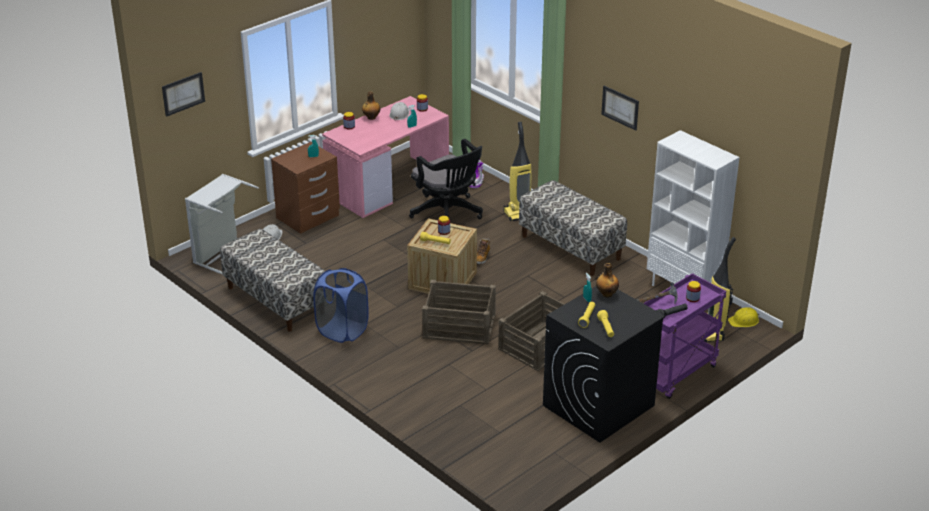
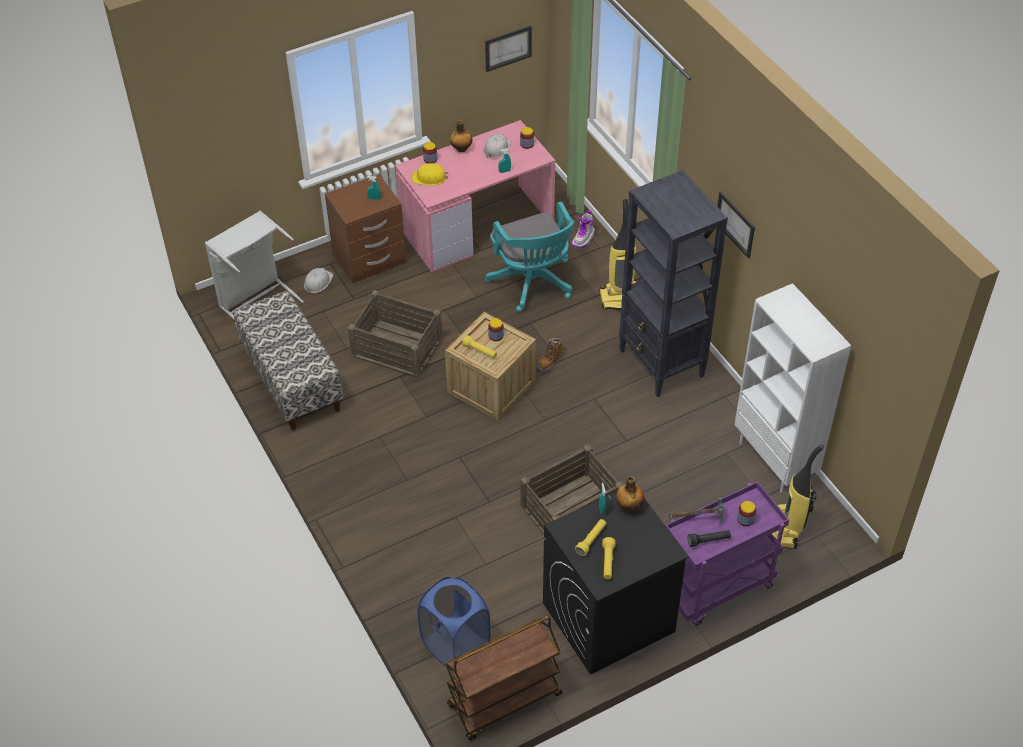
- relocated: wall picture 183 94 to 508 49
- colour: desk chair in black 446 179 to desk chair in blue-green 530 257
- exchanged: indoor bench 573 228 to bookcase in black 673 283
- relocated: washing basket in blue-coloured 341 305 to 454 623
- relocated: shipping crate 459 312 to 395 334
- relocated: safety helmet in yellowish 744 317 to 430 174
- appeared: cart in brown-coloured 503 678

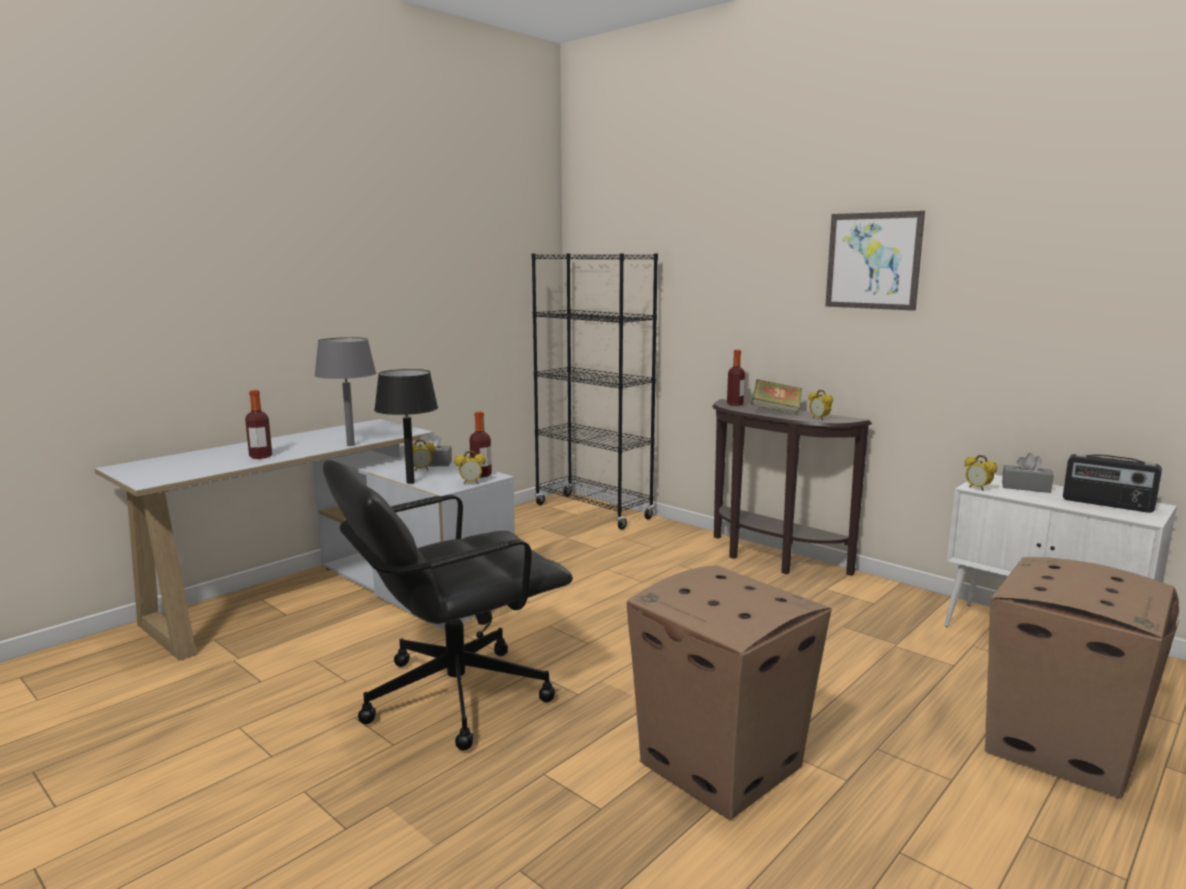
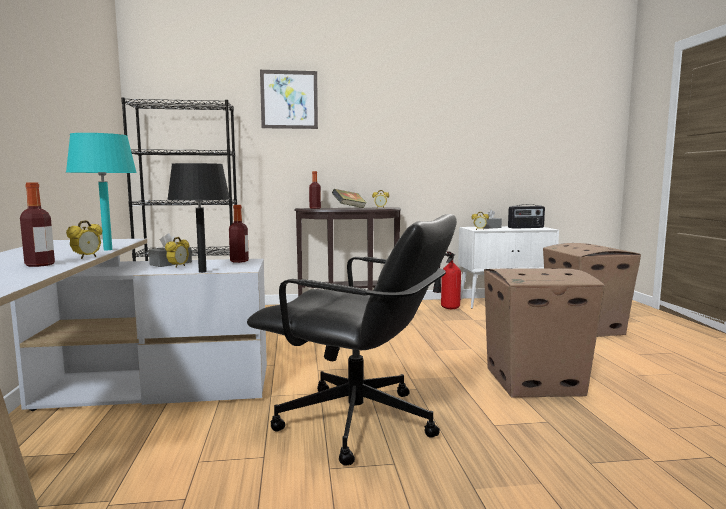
- relocated: wall picture 875 261 to 289 99
- colour: lamp for a table in greyish 345 391 to lamp for a table in blue-green 101 191
- relocated: bedside clock 470 467 to 84 239
- spun: desk chair in black 448 605 = 352 340 75 degrees counterclockwise
- appeared: fire extinguisher 447 280

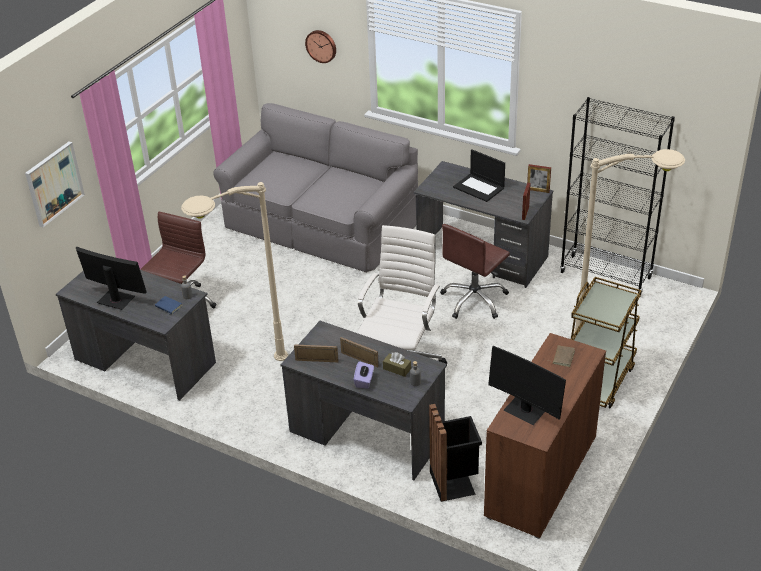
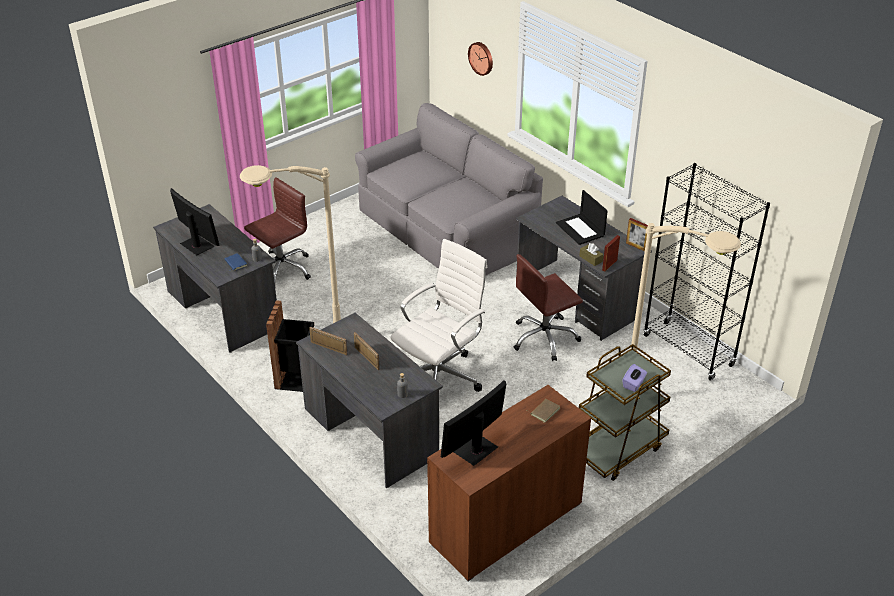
- missing: wall picture 55 184
- spun: computer screen 527 385 = 473 423 75 degrees clockwise
- relocated: tissue box in brown-coloured 397 364 to 591 254
- relocated: tissue box in purple 364 375 to 634 378
- relocated: trash can in black 455 453 to 290 346

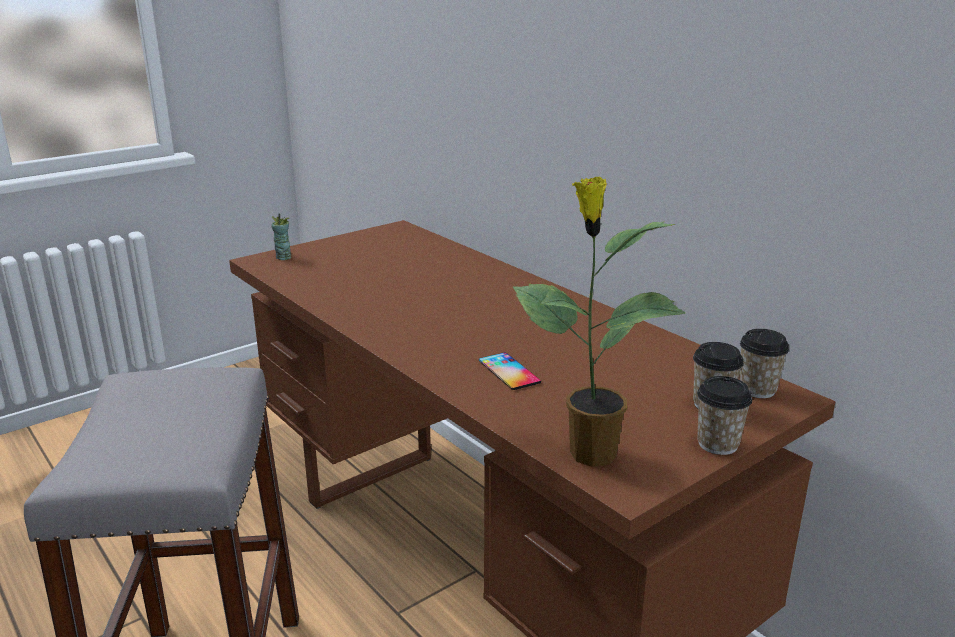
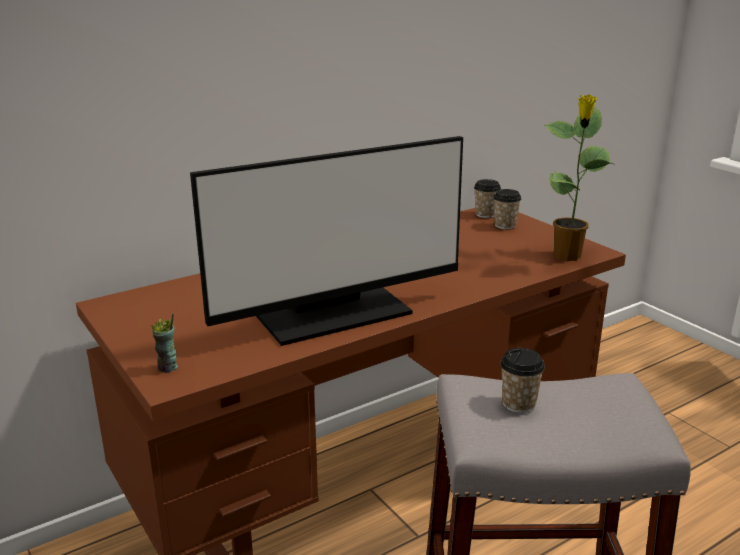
- missing: telephone 510 371
- relocated: cup 724 415 to 522 380
- appeared: computer screen 326 241

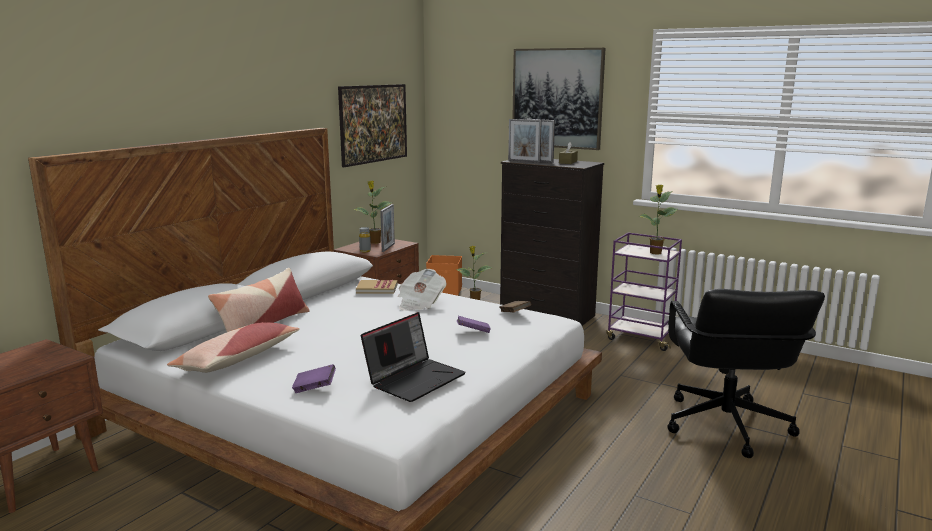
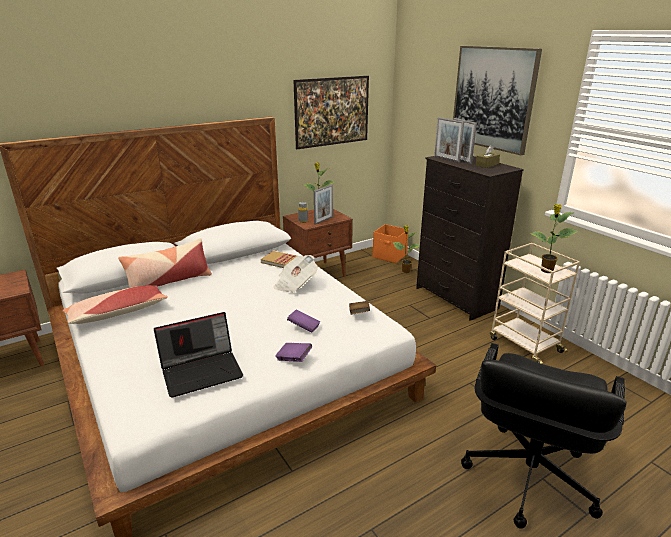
- colour: cart in purple 644 291 to cart in sand-coloured 535 303
- relocated: volume in purple 314 378 to 293 352

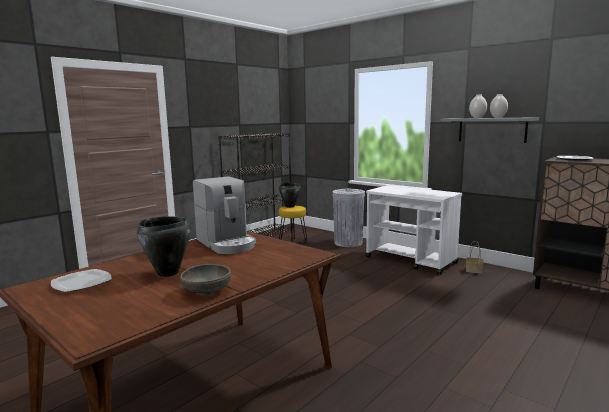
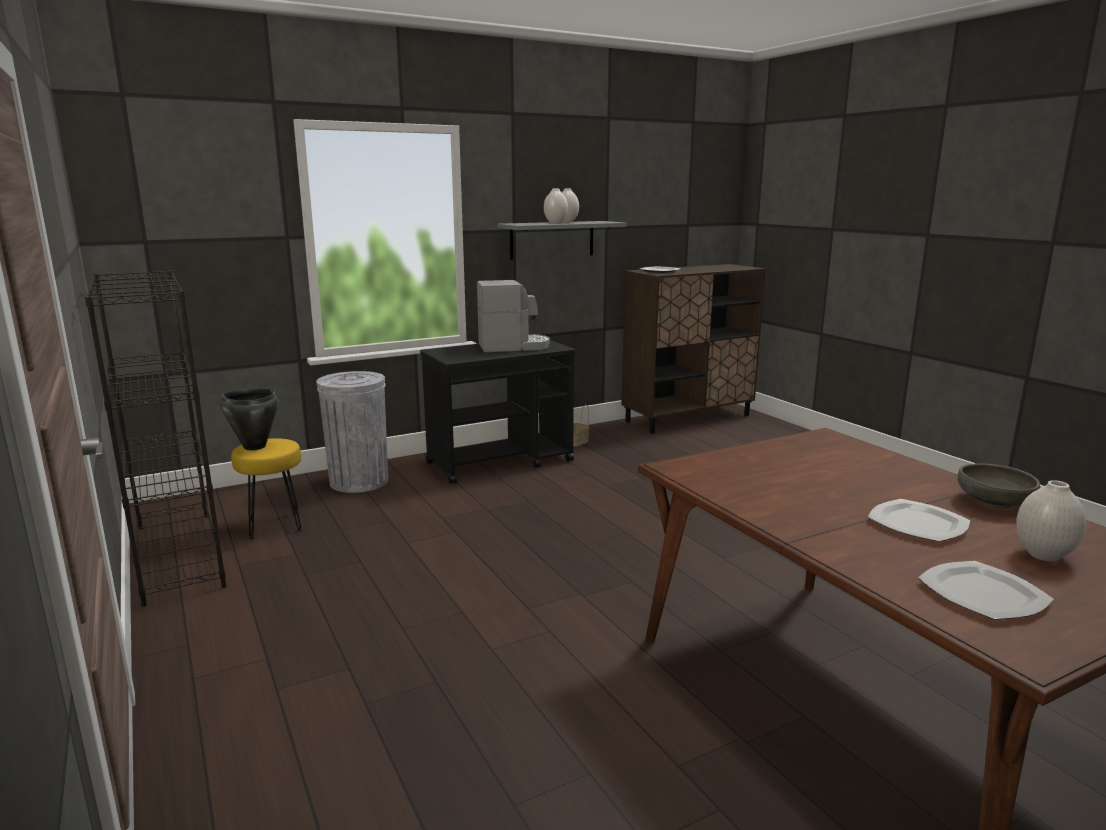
- relocated: coffee maker 224 215 to 513 316
- colour: cart in whitish 414 230 to cart in black 498 412
- exchanged: saucepot in black 164 246 to dinner plate 919 520
- appeared: decorative vase in whitish 1051 520

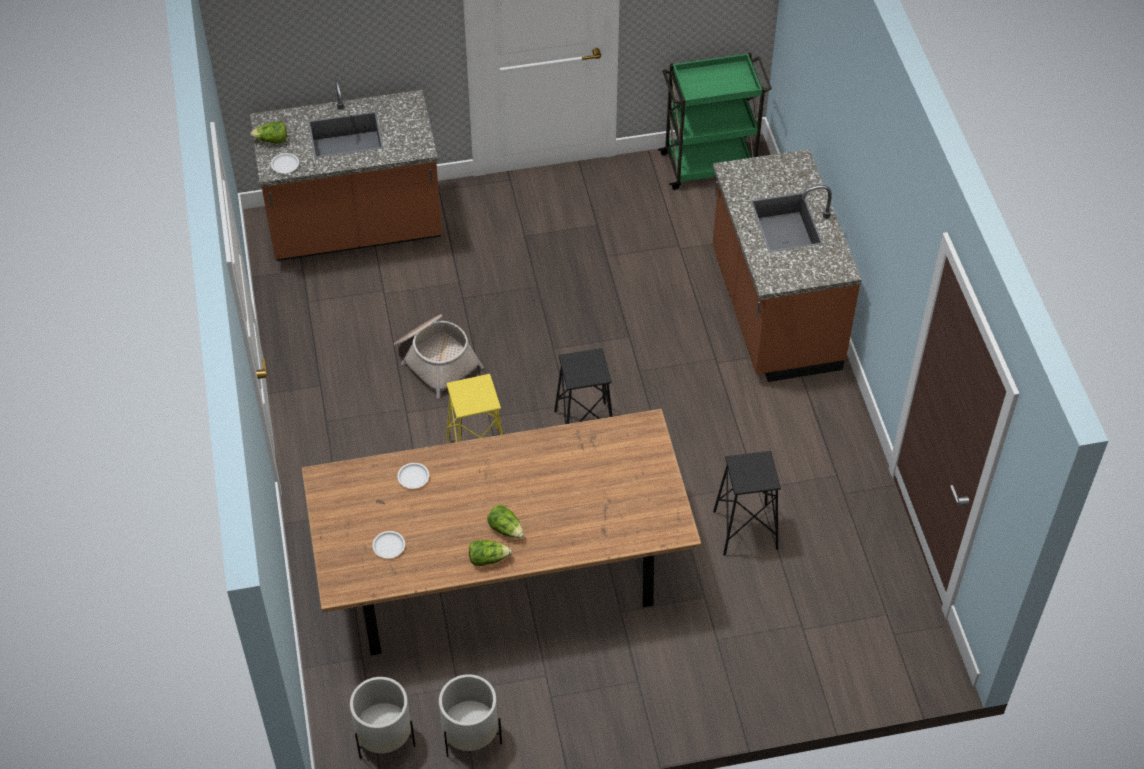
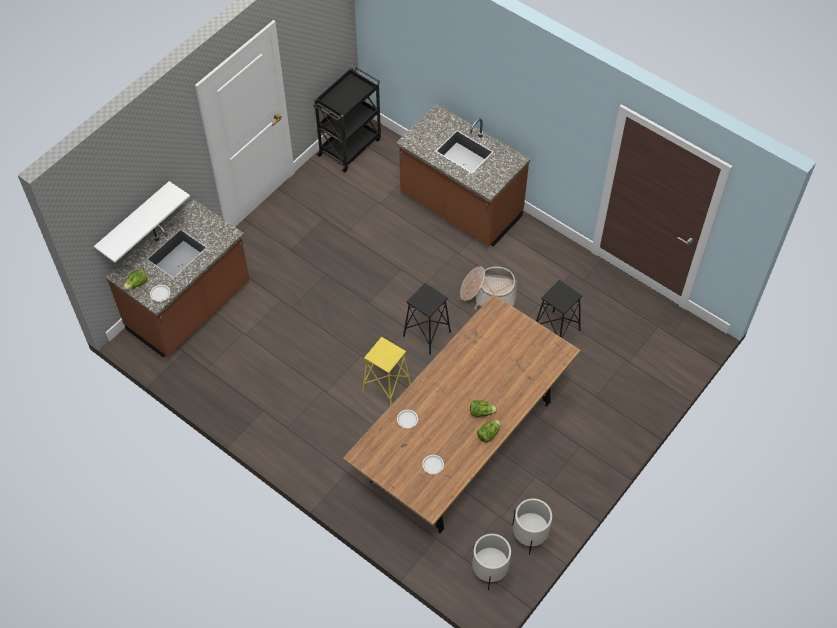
- colour: cart in greenish 715 121 to cart in black 347 119
- relocated: storage basket 438 356 to 489 287
- appeared: bracket shelf in whitish 142 222

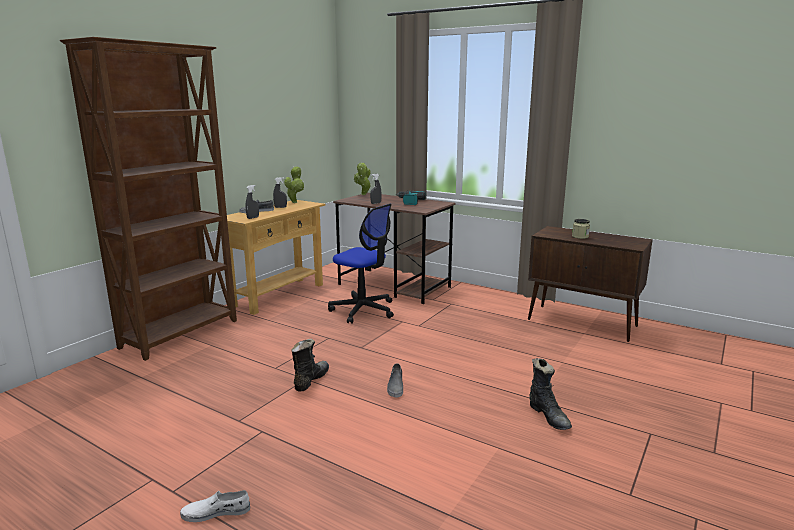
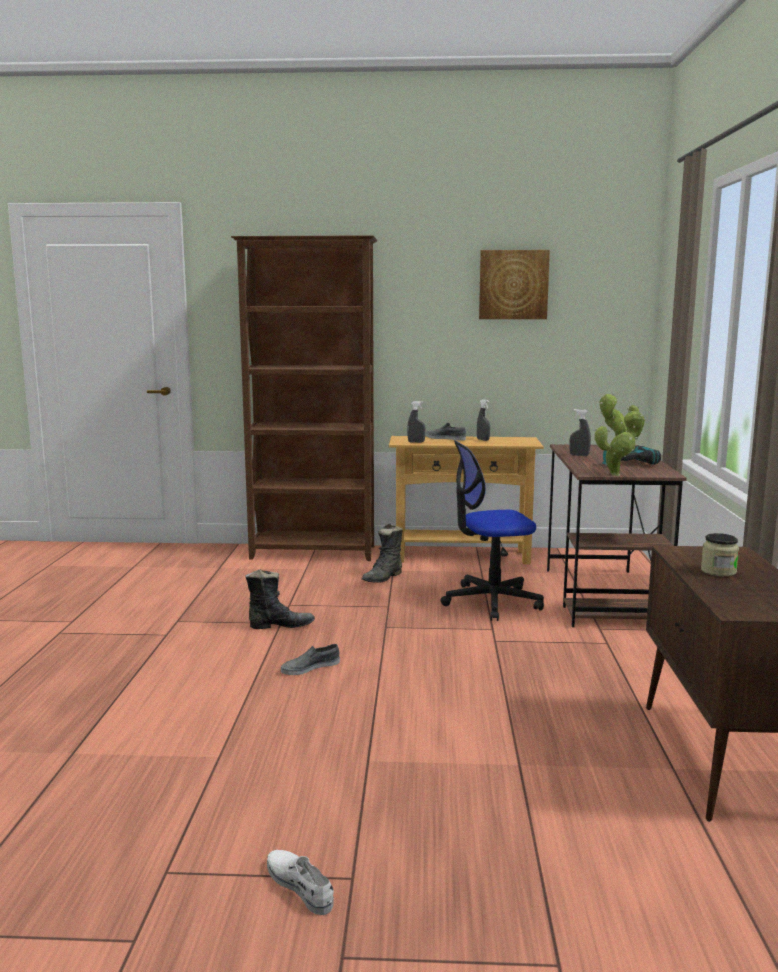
- relocated: houseplant 294 184 to 620 443
- spun: desk chair 361 264 = 492 531 75 degrees clockwise
- relocated: high-top boot in black 550 394 to 382 553
- relocated: shoe in whitish 215 506 to 300 882
- appeared: wall picture 514 284

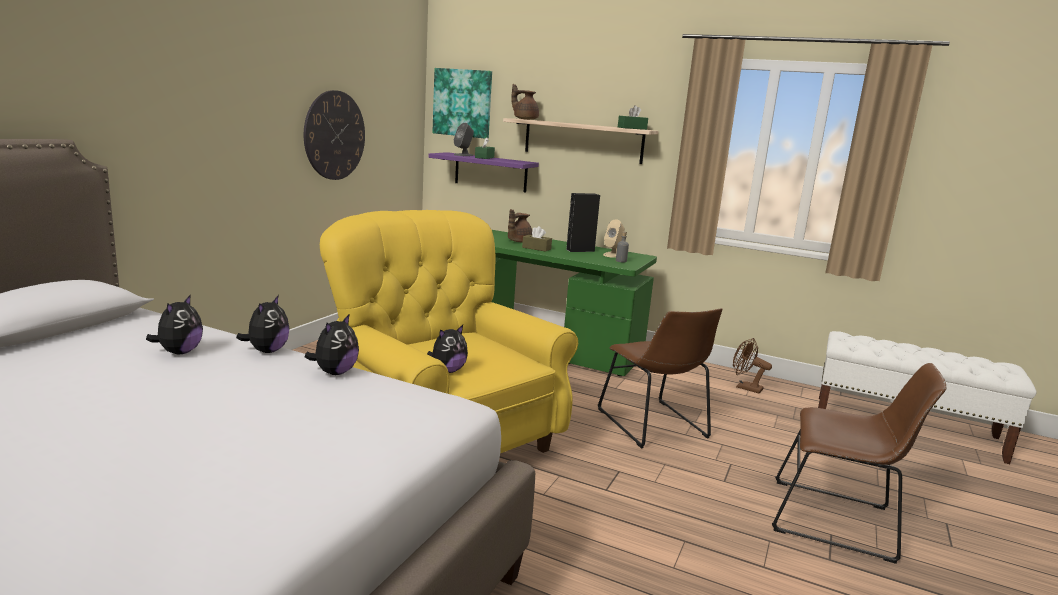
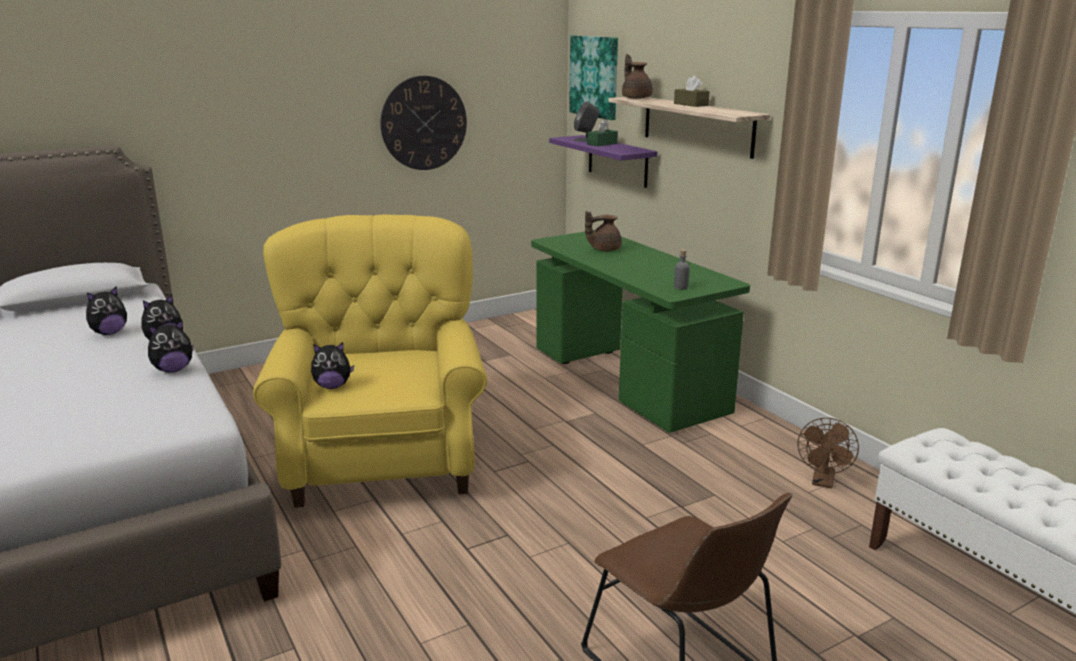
- missing: tissue box in greenish 633 117
- missing: speaker in black 583 222
- missing: speaker in sand-coloured 614 239
- relocated: tissue box in brown-coloured 537 239 to 692 91
- missing: plain chair in brown-coloured 660 378
- spun: cooling fan in brown-coloured 752 365 = 828 453 135 degrees counterclockwise

